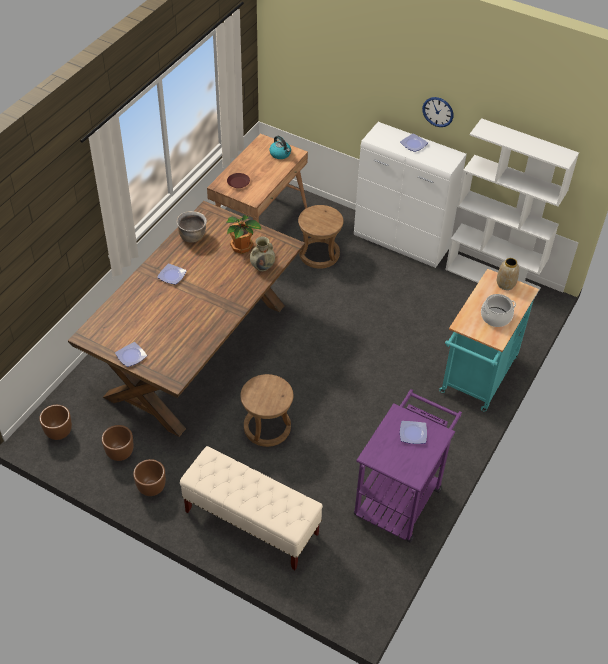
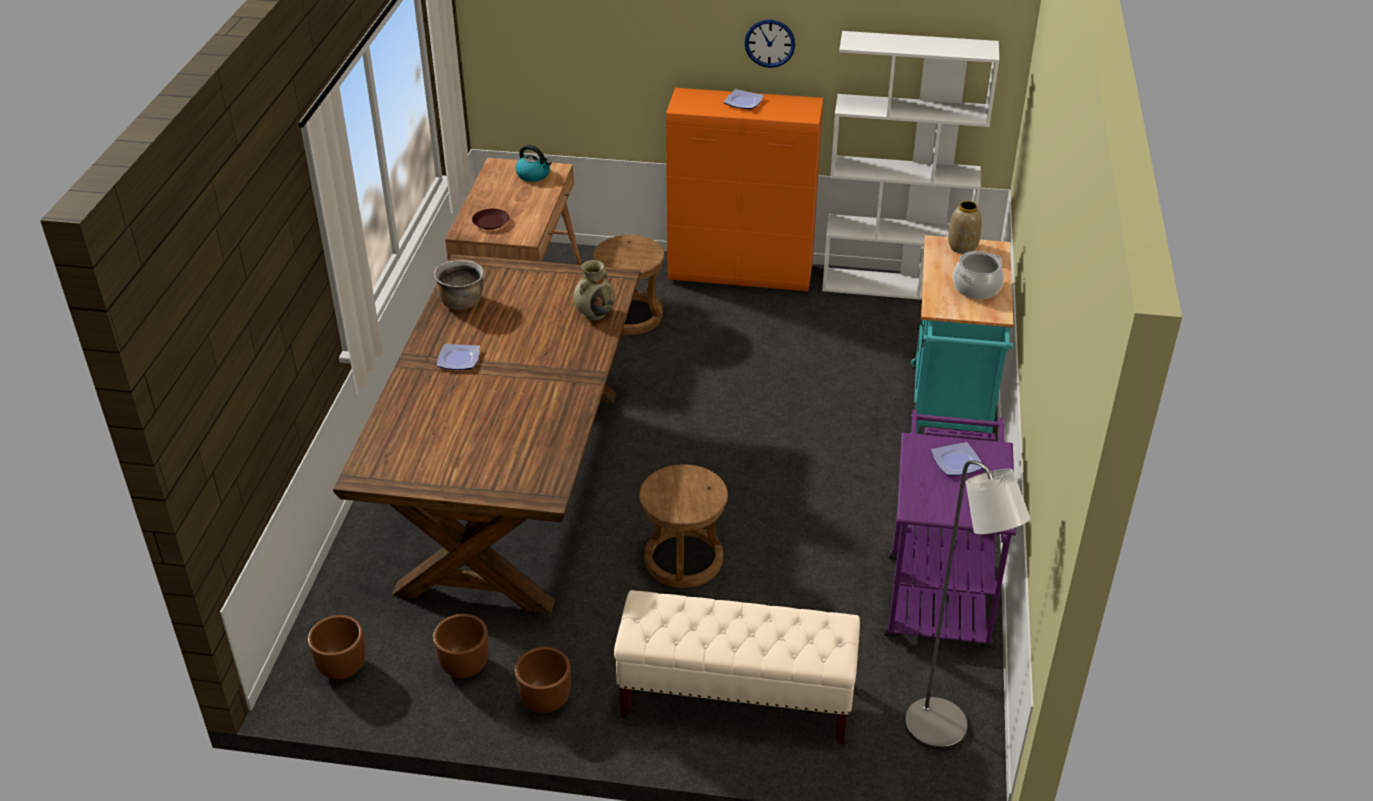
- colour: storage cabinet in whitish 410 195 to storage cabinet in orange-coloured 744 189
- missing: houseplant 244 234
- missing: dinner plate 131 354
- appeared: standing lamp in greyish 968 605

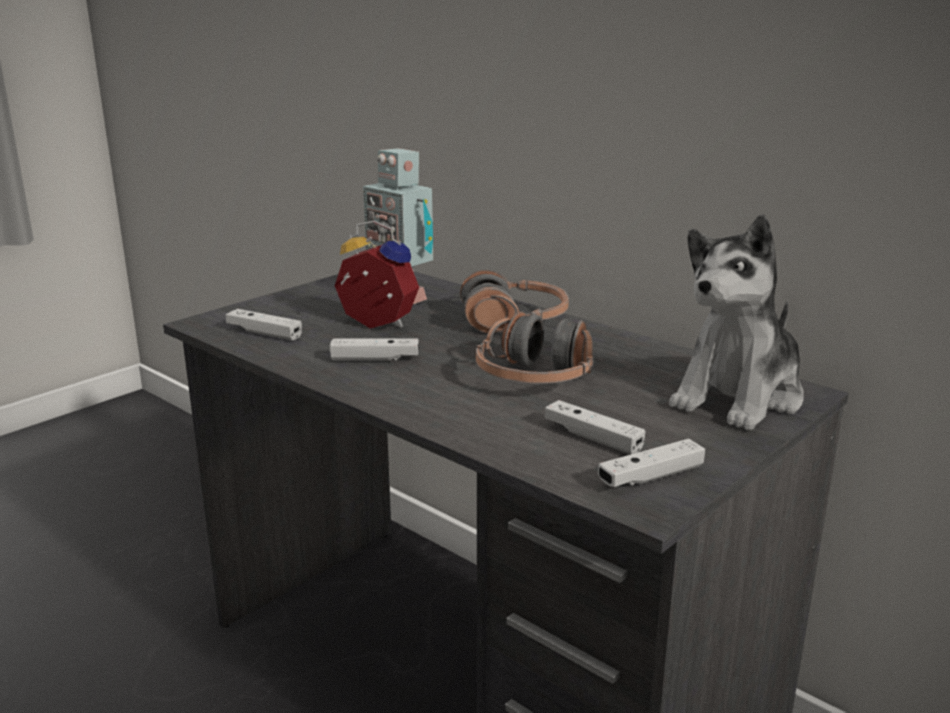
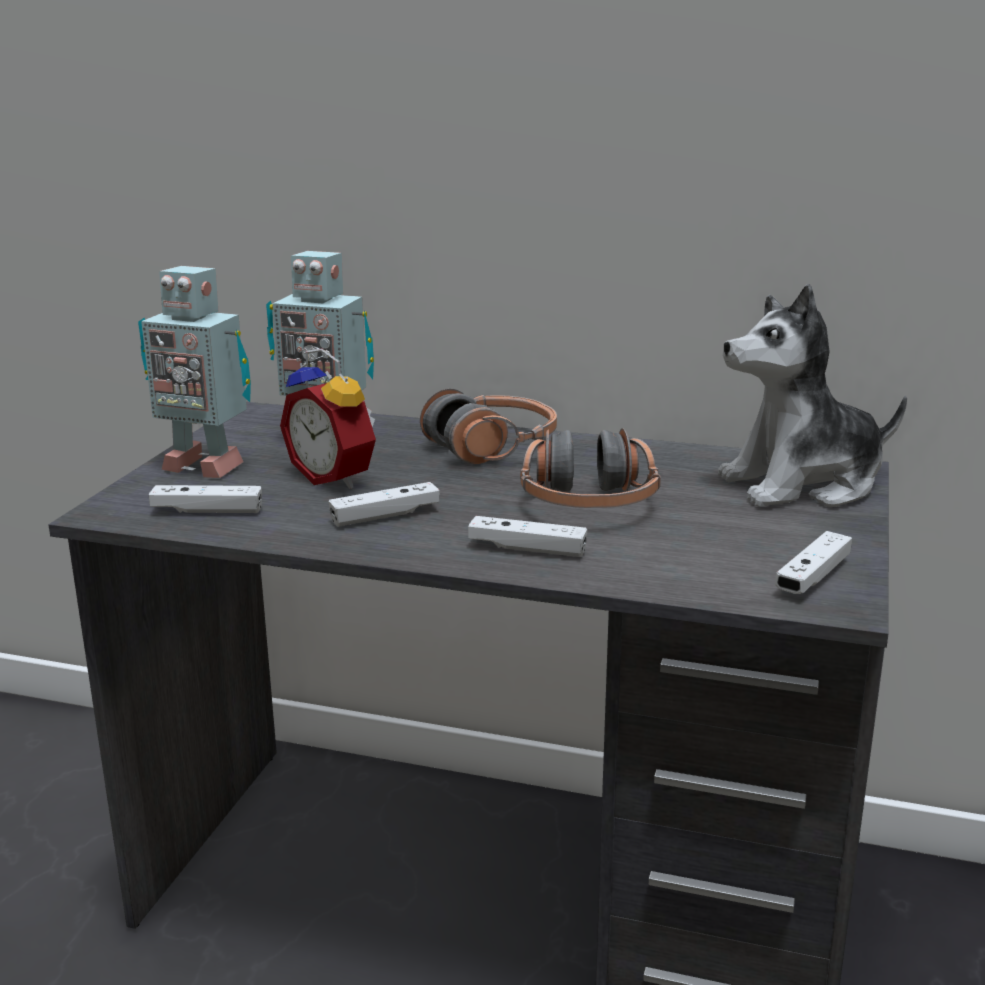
- spun: cuddly toy 736 322 = 812 395 60 degrees clockwise
- spun: bedside clock 377 275 = 328 418 135 degrees counterclockwise
- relocated: joypad in whitish 594 427 to 527 536
- appeared: robot figure 194 372

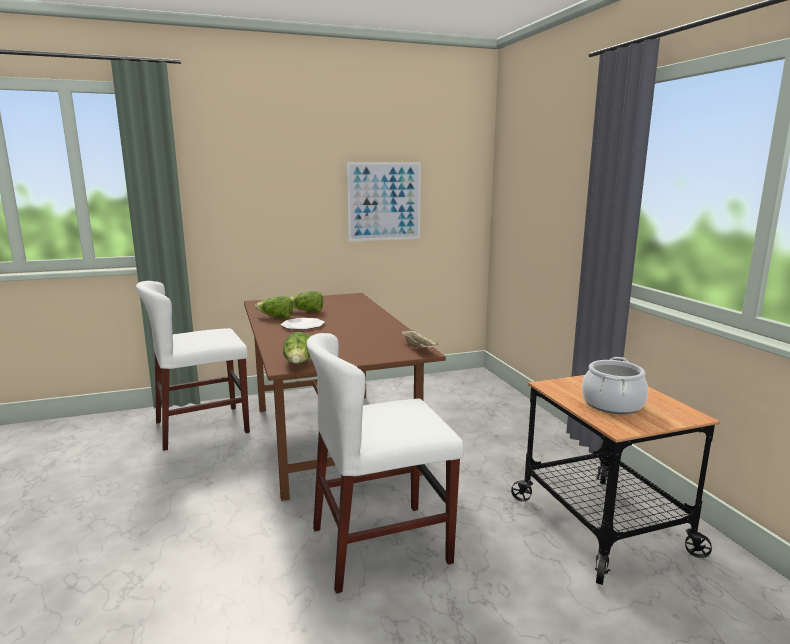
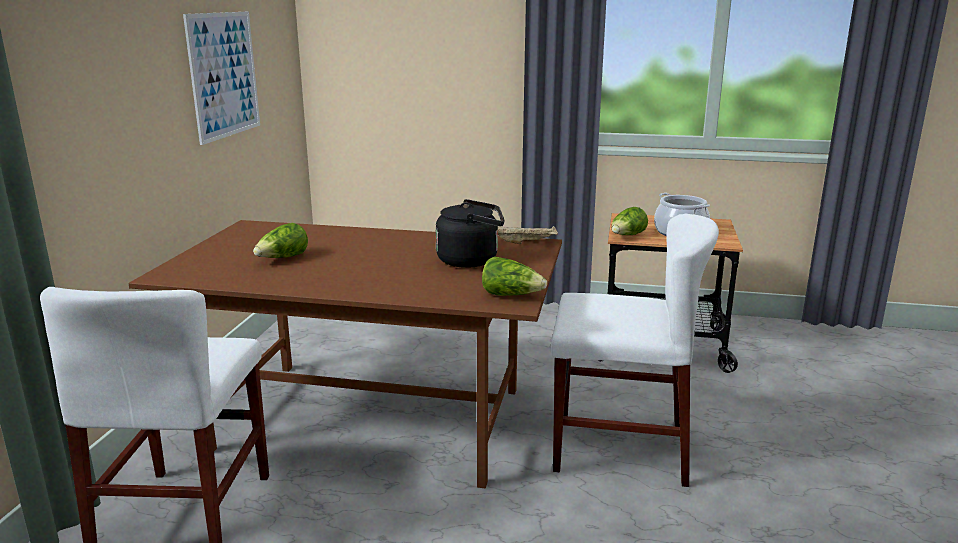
- relocated: lettuce head 274 307 to 630 221
- missing: dinner plate 303 324
- spun: plain chair in whitish 385 463 = 635 350 90 degrees counterclockwise
- appeared: water kettle in black 469 233

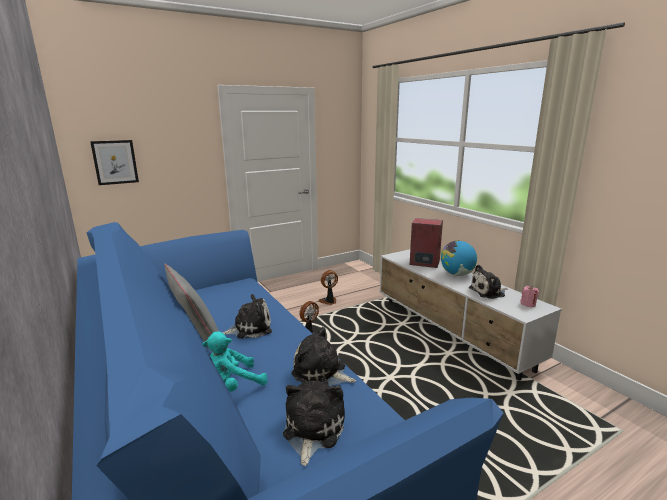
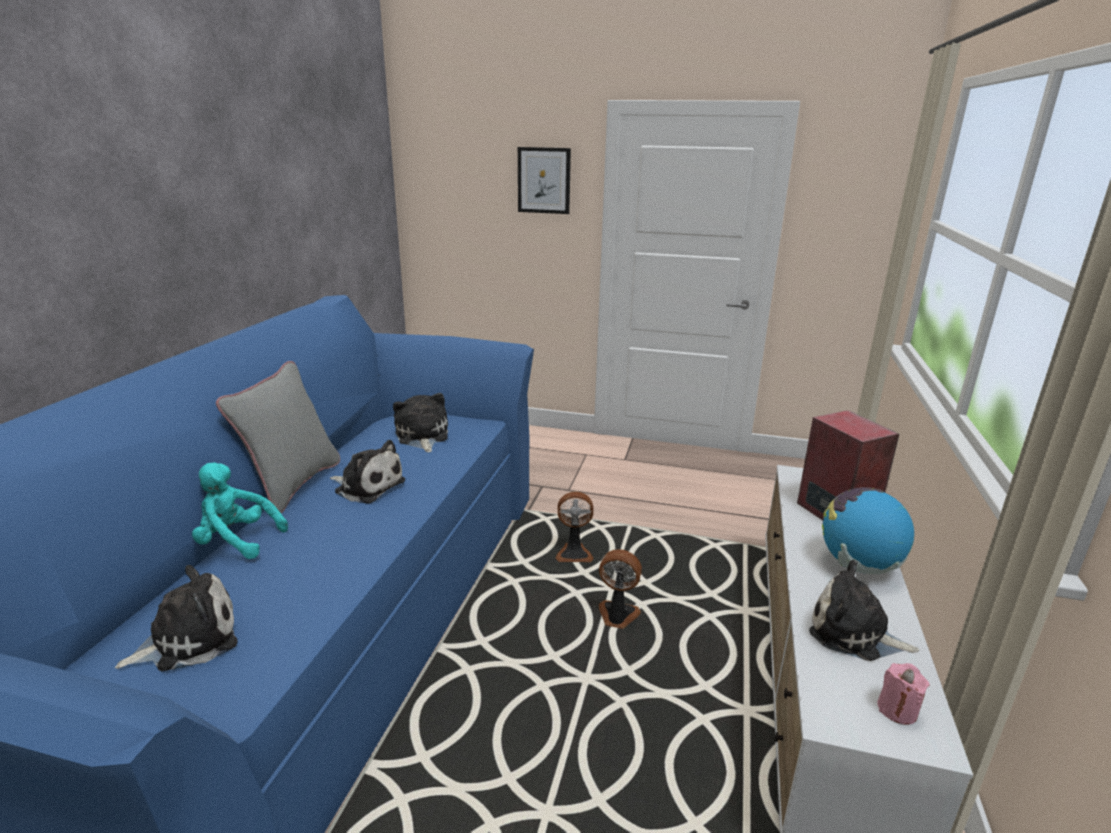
- relocated: wall picture 114 162 to 544 180
- relocated: cooling fan 328 287 to 620 589
- relocated: cuddly toy 323 356 to 420 422

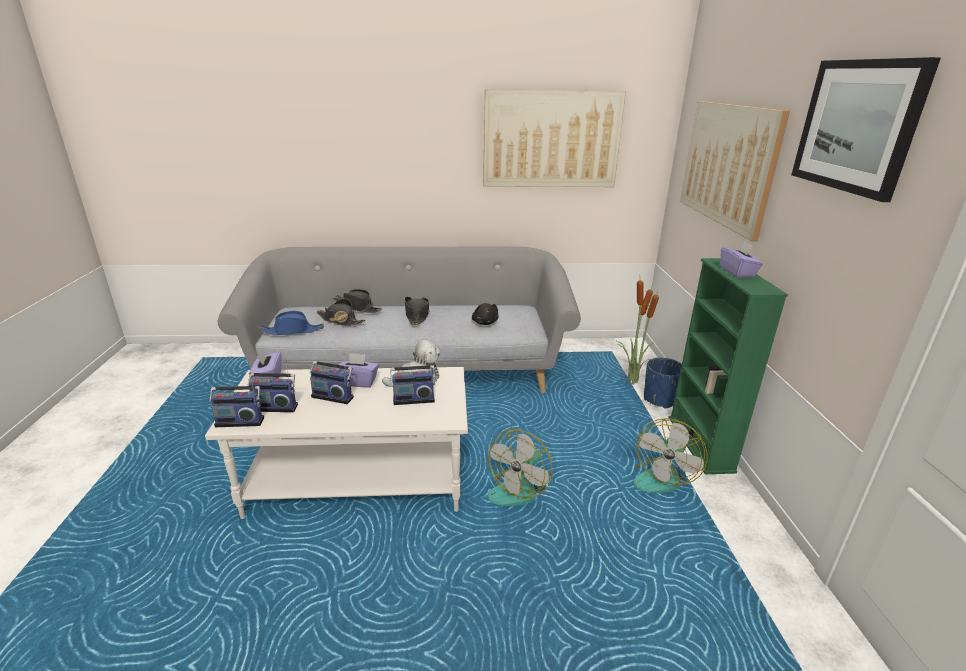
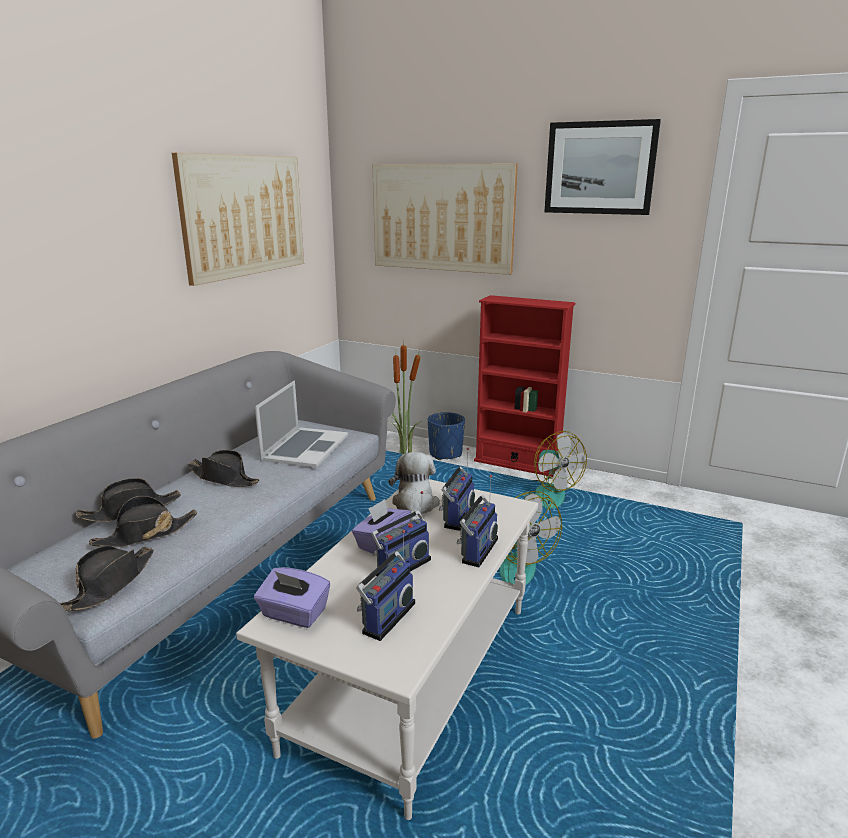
- missing: tissue box in purple 741 259
- colour: bookcase in greenish 728 366 to bookcase in red 524 386
- exchanged: cuddly toy in black 485 314 to notebook computer 301 424
- colour: hat in blue-coloured 291 323 to hat in black 107 578
- relocated: radio receiver 236 399 to 477 521

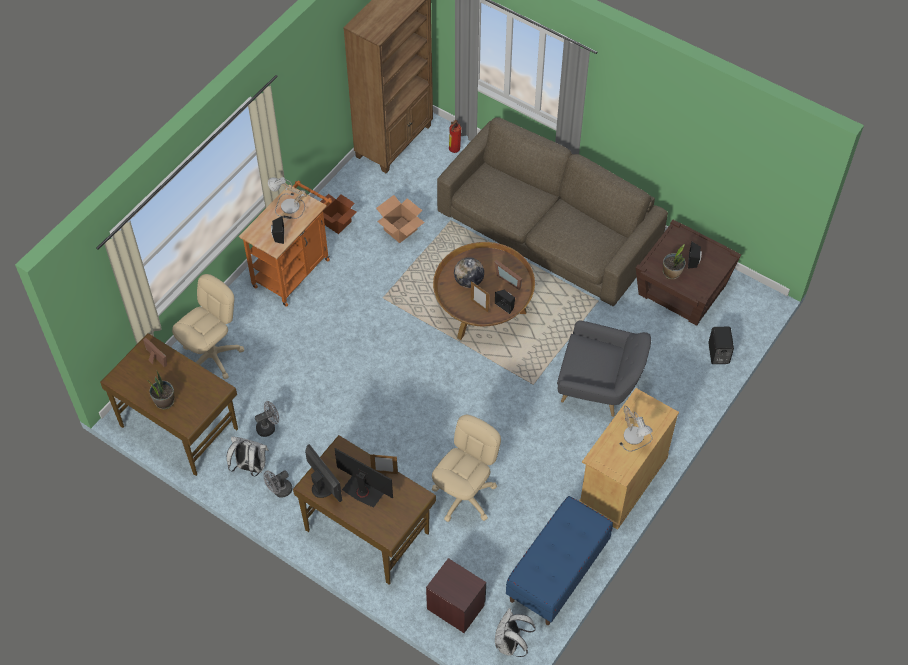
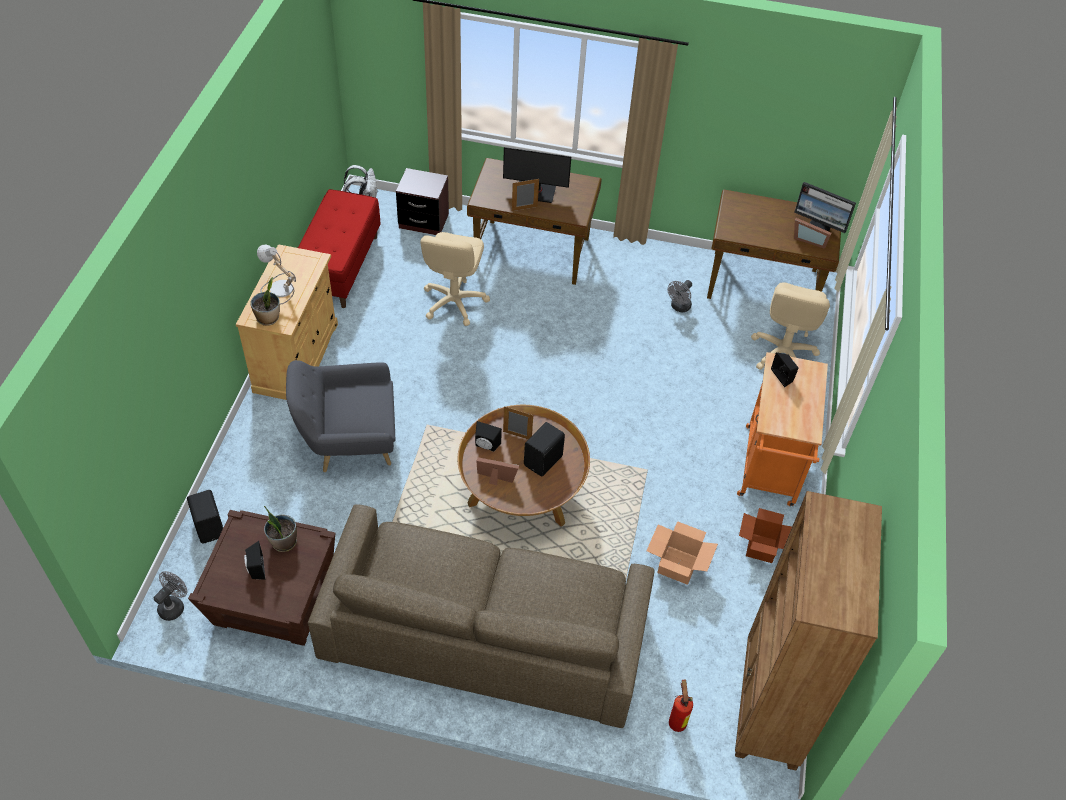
- missing: lamp for a table 287 198
- exchanged: world globe 469 272 to speaker in black 544 449
- relocated: houseplant 160 390 to 265 301
- missing: backpack in whitish 247 456
- relocated: computer screen 323 473 to 825 207
- relocated: cooling fan in greyish 277 484 to 170 596
- colour: indoor bench in blue-coloured 559 560 to indoor bench in red 339 248

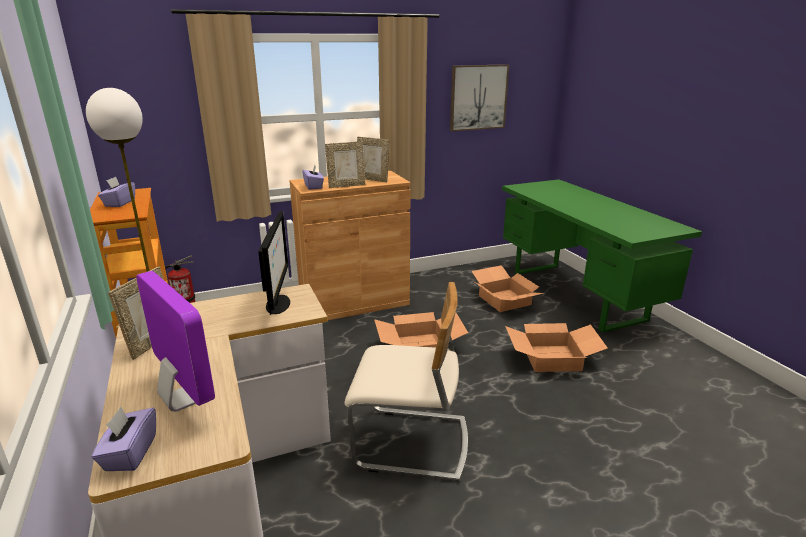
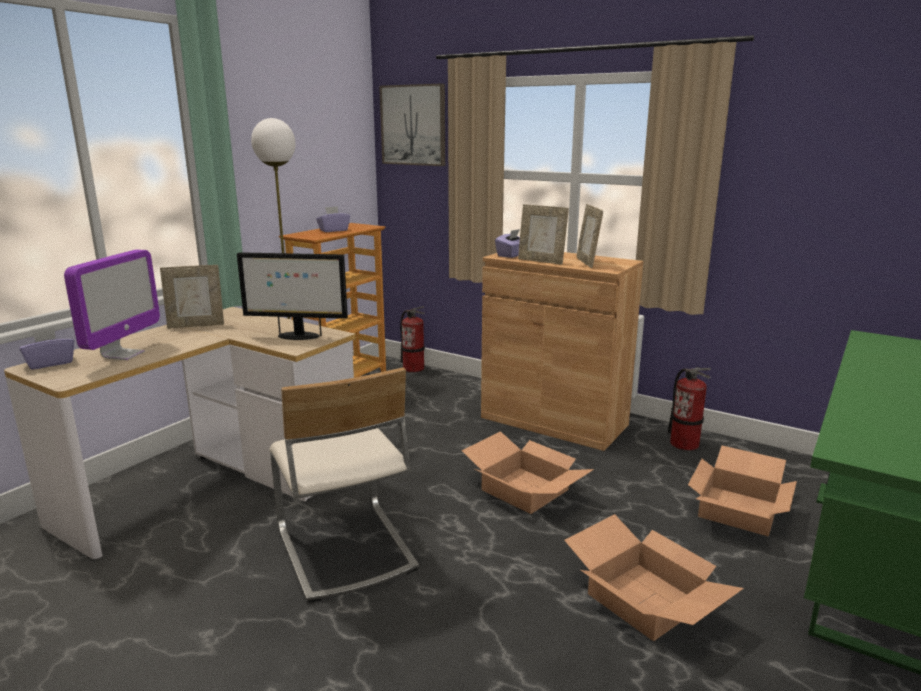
- relocated: wall picture 479 97 to 412 125
- spun: computer screen 274 263 = 292 296 45 degrees clockwise
- appeared: fire extinguisher 689 409

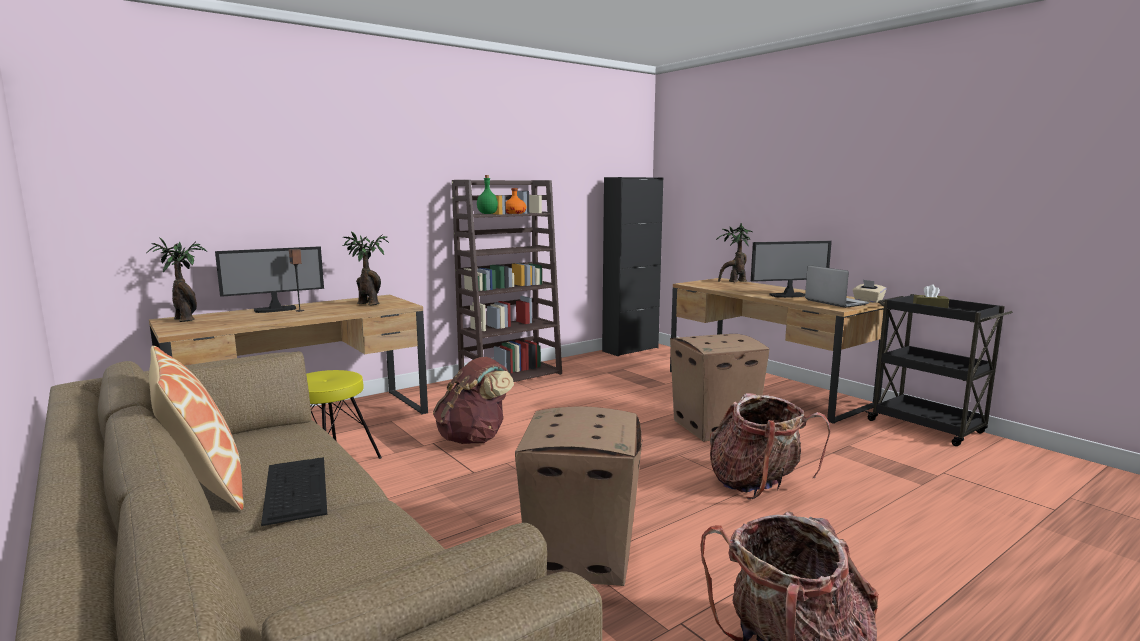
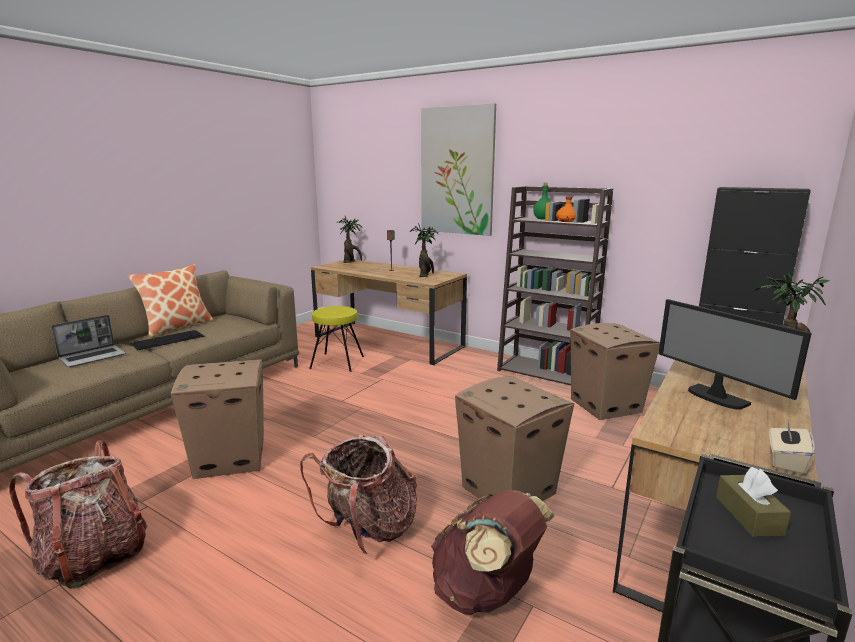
- missing: computer screen 269 279
- relocated: notebook computer 837 286 to 88 341
- relocated: backpack in brown-coloured 473 400 to 493 552
- appeared: wall picture 458 169
- appeared: cardboard box 615 371

